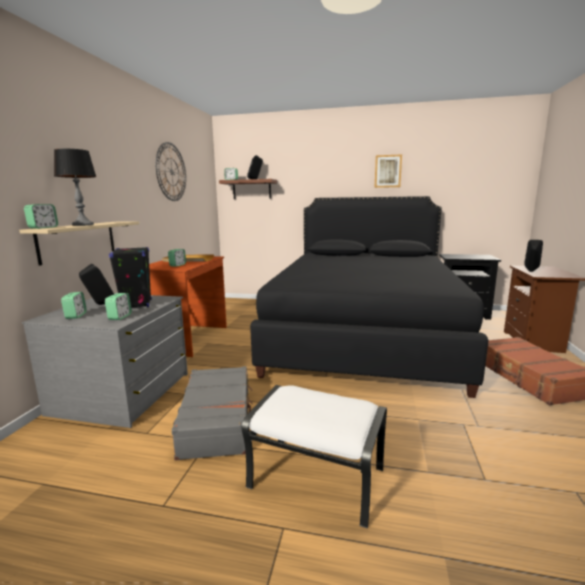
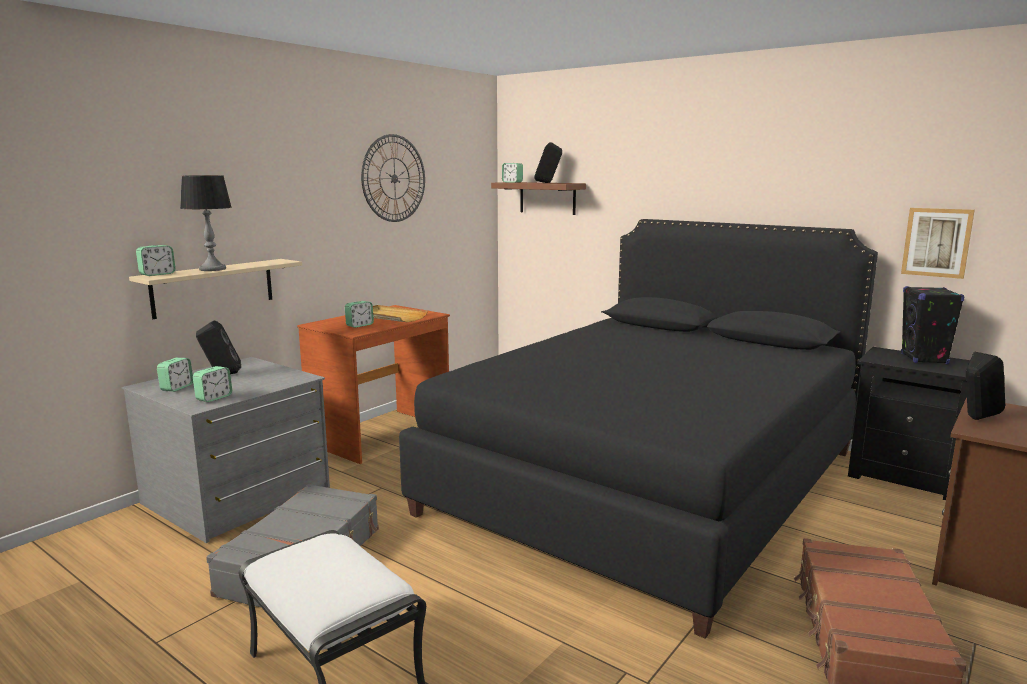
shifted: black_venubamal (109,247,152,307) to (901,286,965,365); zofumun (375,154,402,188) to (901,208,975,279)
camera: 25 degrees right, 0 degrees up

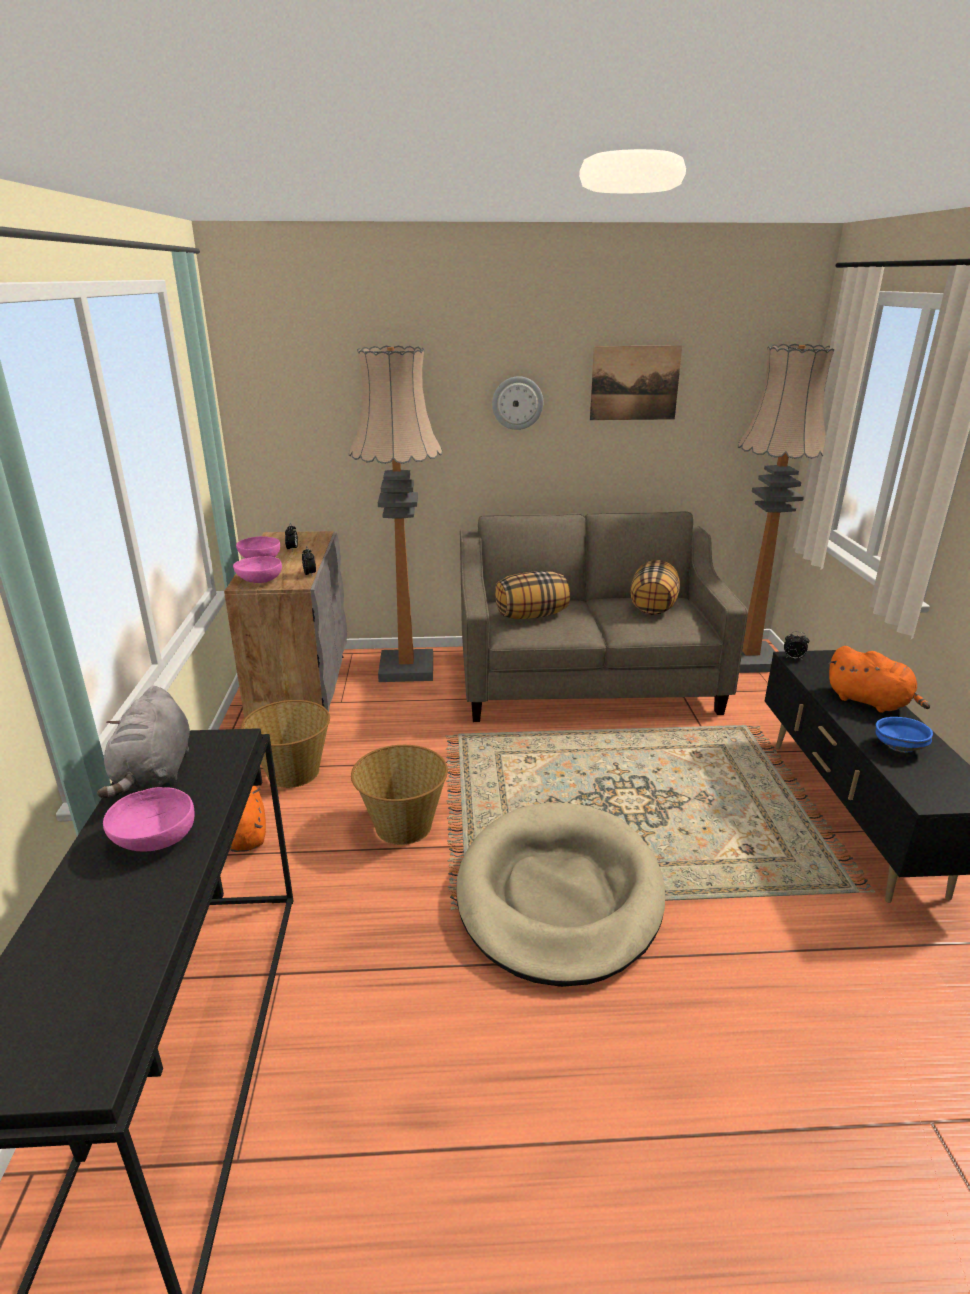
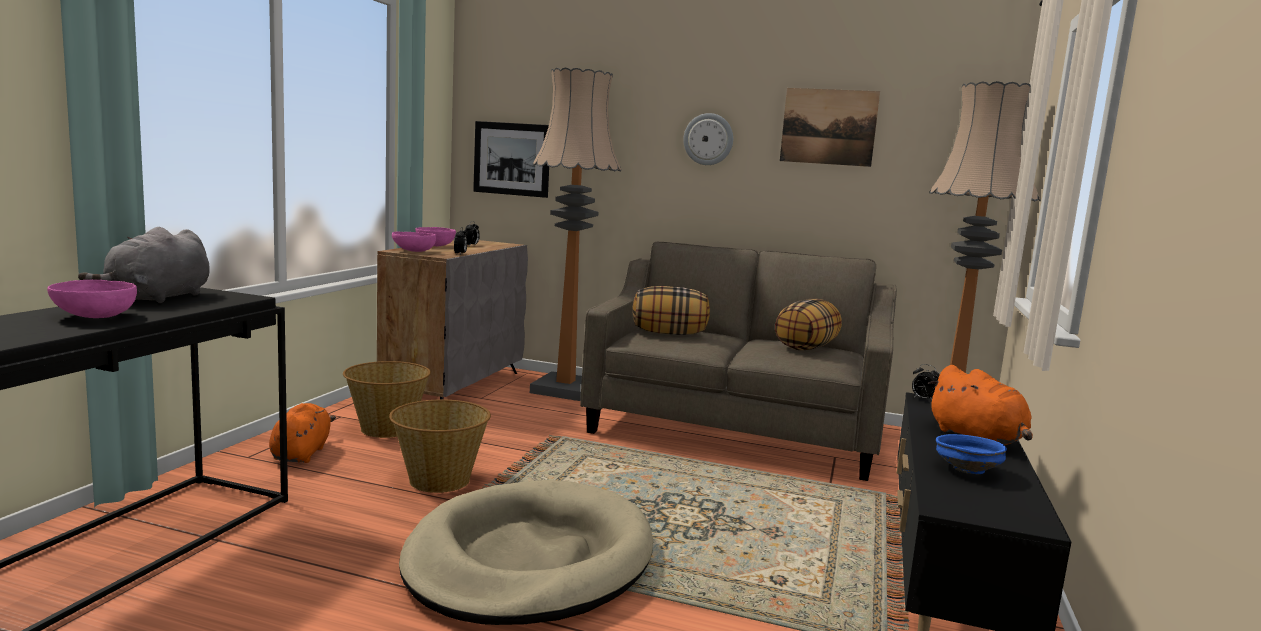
new: zofumun (473,121,549,198)
camera: 20 degrees right, 15 degrees down

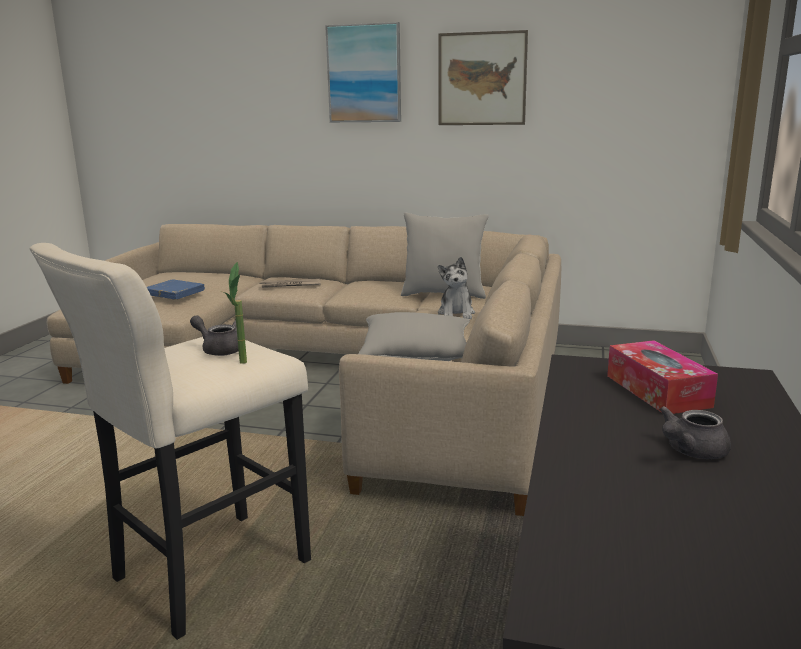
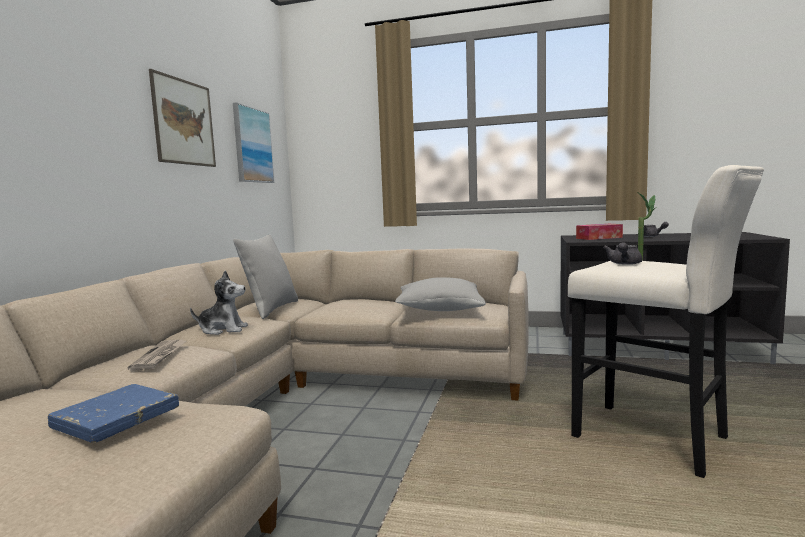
shifted: zofumun (325,22,401,122) to (233,102,275,183); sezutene (438,257,475,319) to (190,271,248,335)
camera: 90 degrees left, 10 degrees down

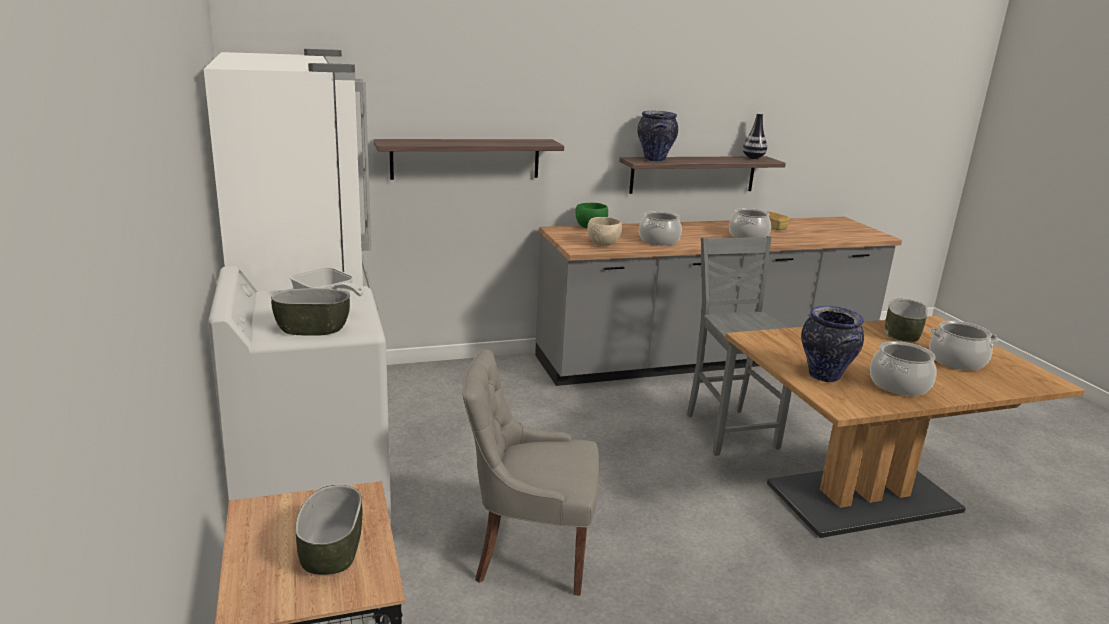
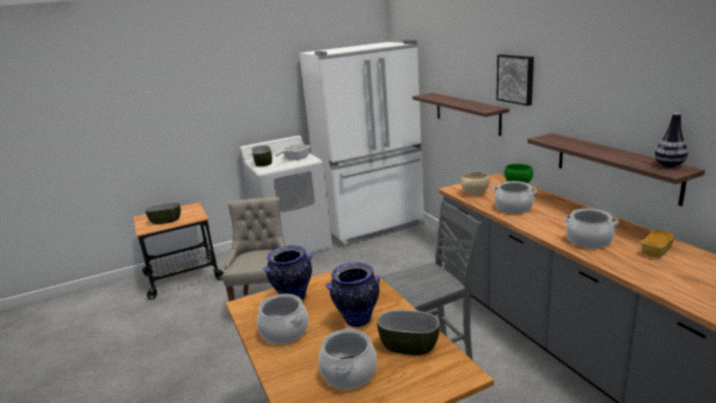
new: zofumun (496,54,534,106)
shifted: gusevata (637,111,678,162) to (326,262,381,327)
camera: 85 degrees right, 0 degrees up

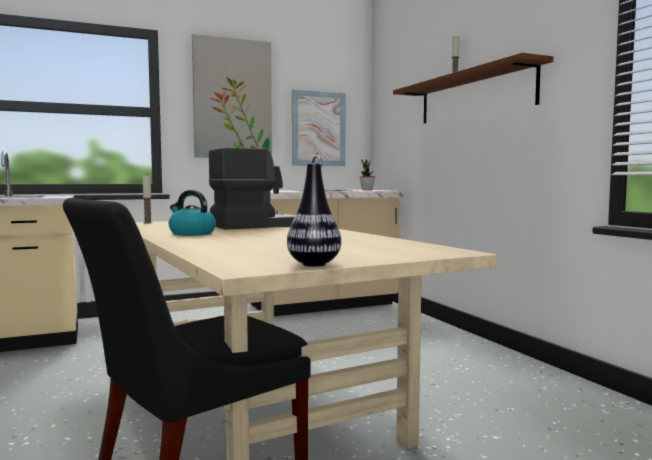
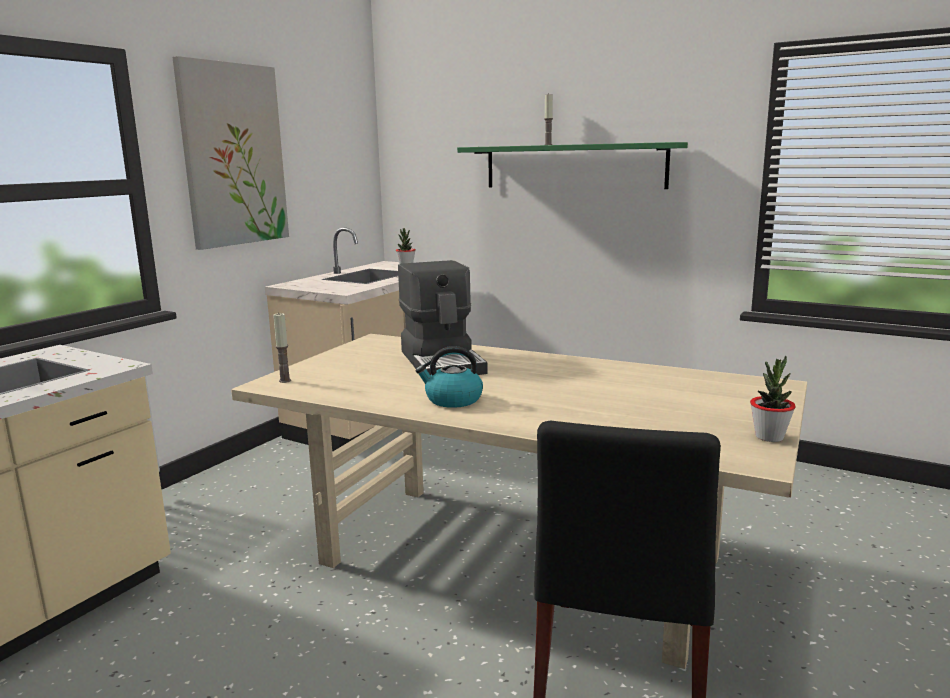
gone: zofumun (292,90,346,166)
swapped: gusevata (287,163,341,266) to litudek (750,356,796,442)
repainted: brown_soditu (393,53,553,124) to green_soditu (457,142,688,189)
rotated: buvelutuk (209,147,295,229) = (398,260,488,375) 135 degrees clockwise
camera: 35 degrees left, 10 degrees up

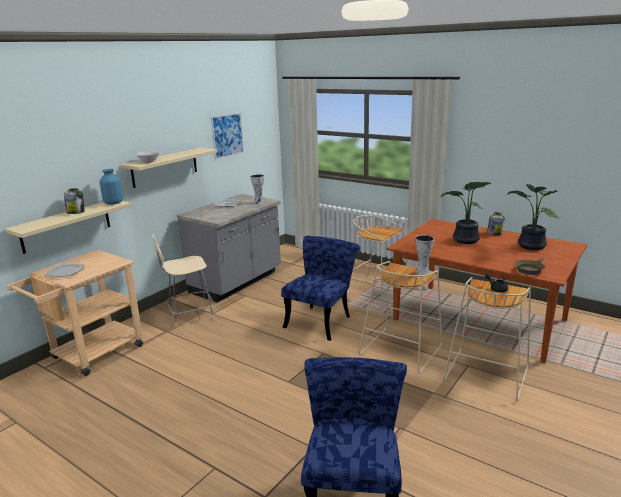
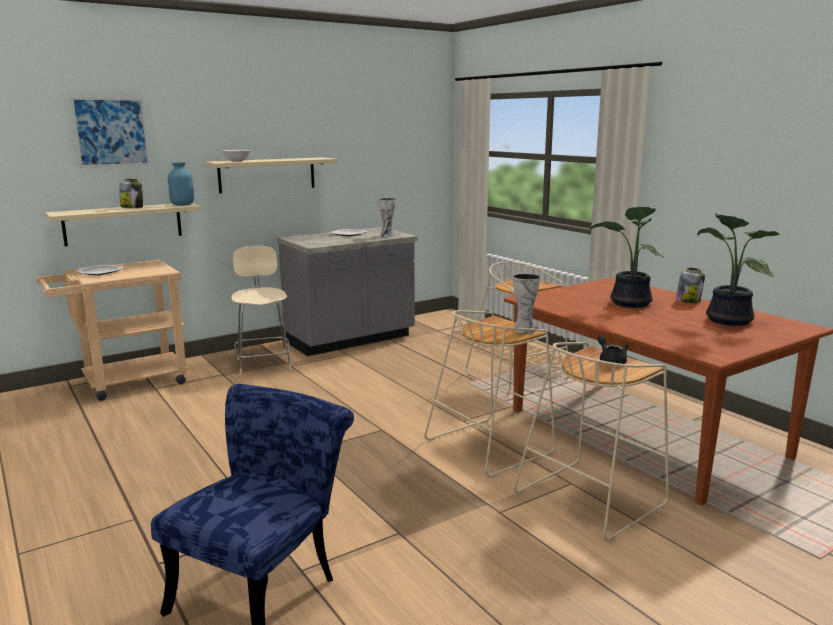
gone: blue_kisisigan (281,236,361,341); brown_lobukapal (514,258,545,275)
shifted: zofumun (211,112,244,160) to (70,97,150,168)
rotated: beige_kisisigan (153,233,214,327) = (231,246,292,376) 75 degrees clockwise
camera: 20 degrees right, 5 degrees down

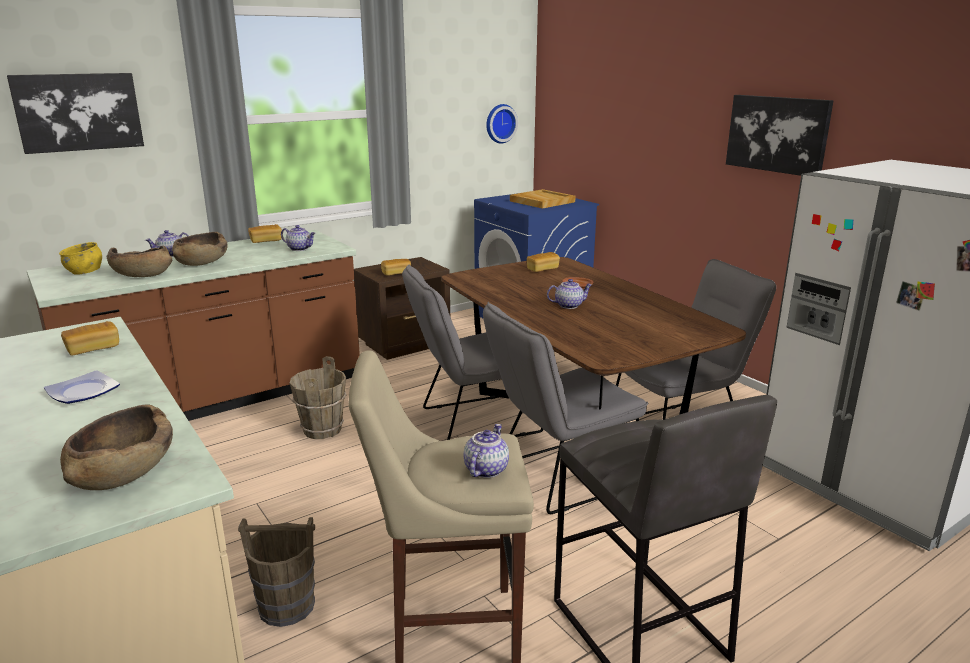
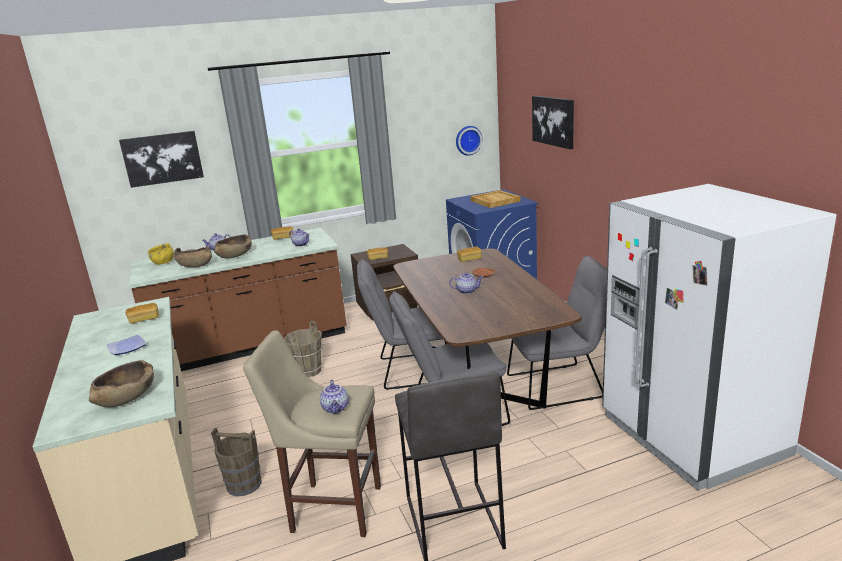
shifted: zofumun (726,95,833,176) to (532,96,574,149)
rotated: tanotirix (464,424,509,478) = (320,380,349,413) 135 degrees clockwise
camera: 15 degrees right, 0 degrees up

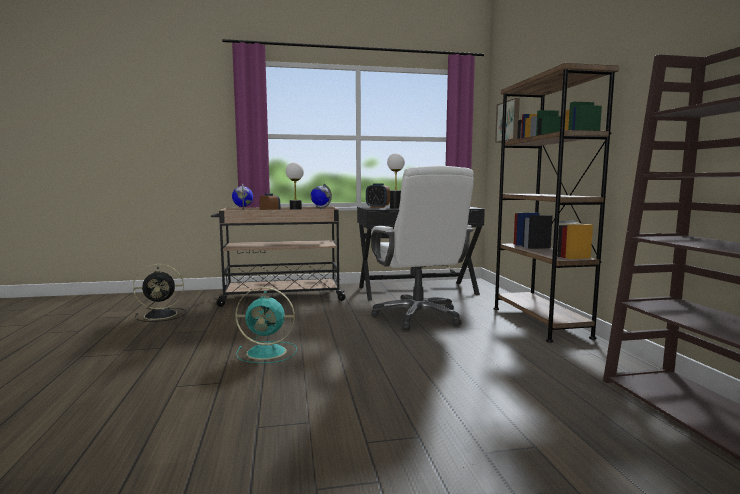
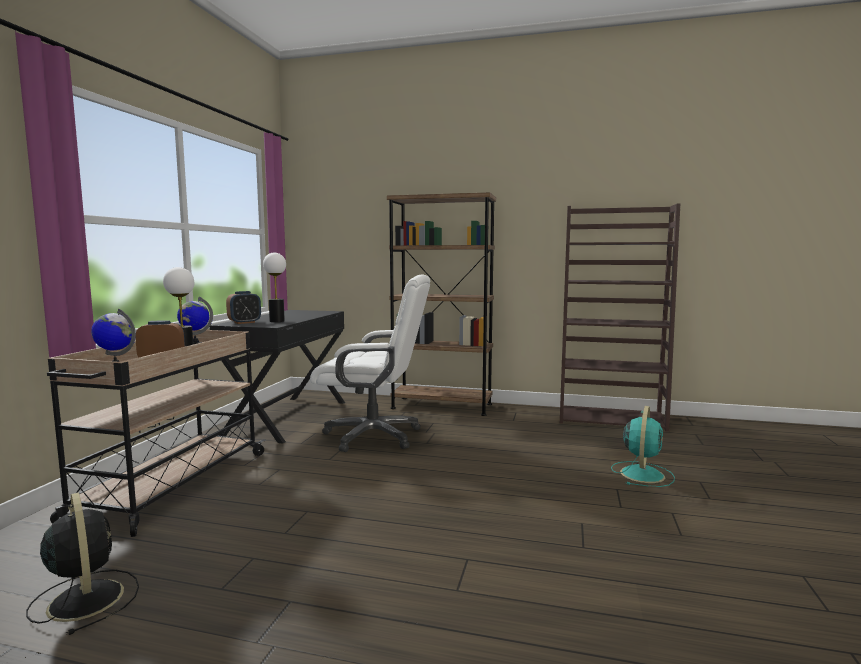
gone: zofumun (495,98,520,143)
shifted: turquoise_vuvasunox (235,287,297,363) to (611,406,675,487)
rotated: black_vuvasunox (133,264,186,322) = (26,493,139,635) 45 degrees counterclockwise
camera: 65 degrees left, 0 degrees up

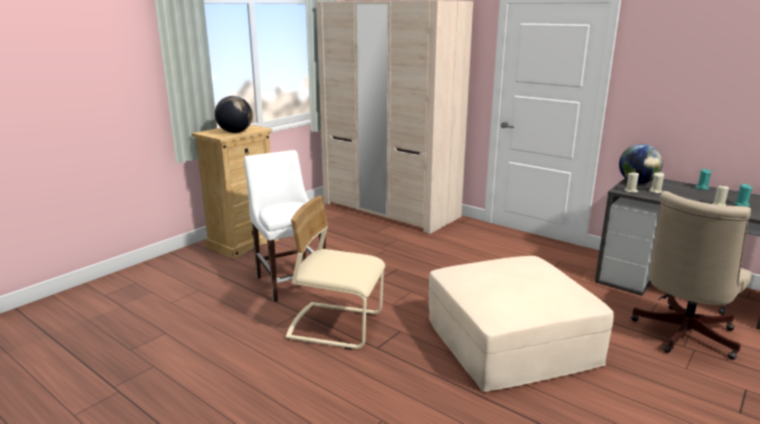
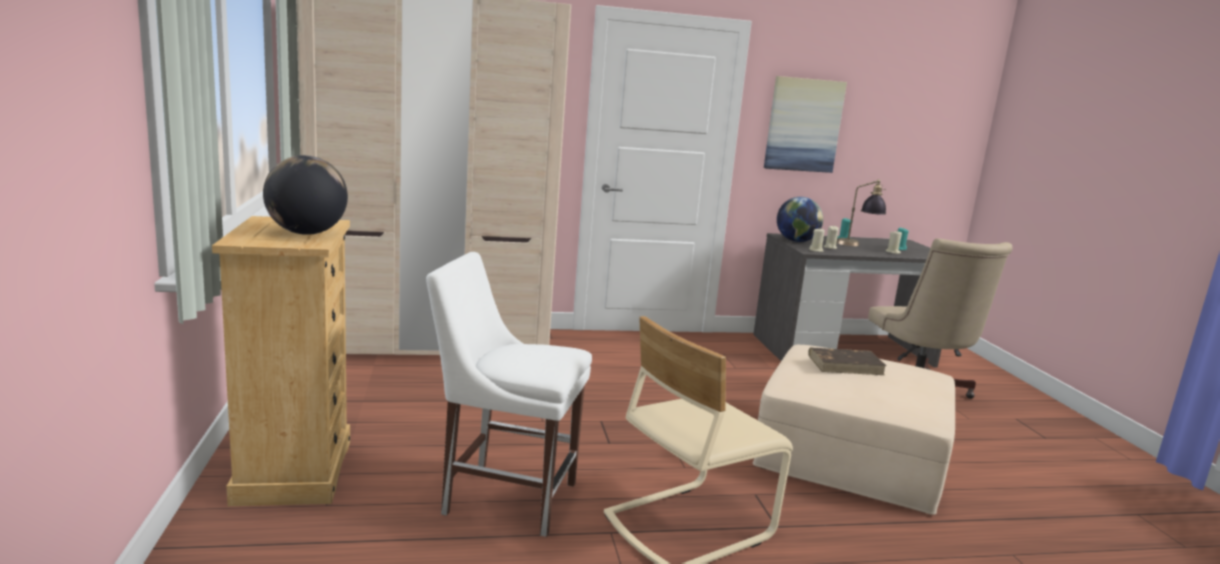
new: zofumun (764,76,847,173); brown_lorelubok (808,347,886,375); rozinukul (837,179,886,246)
camera: 50 degrees left, 5 degrees down

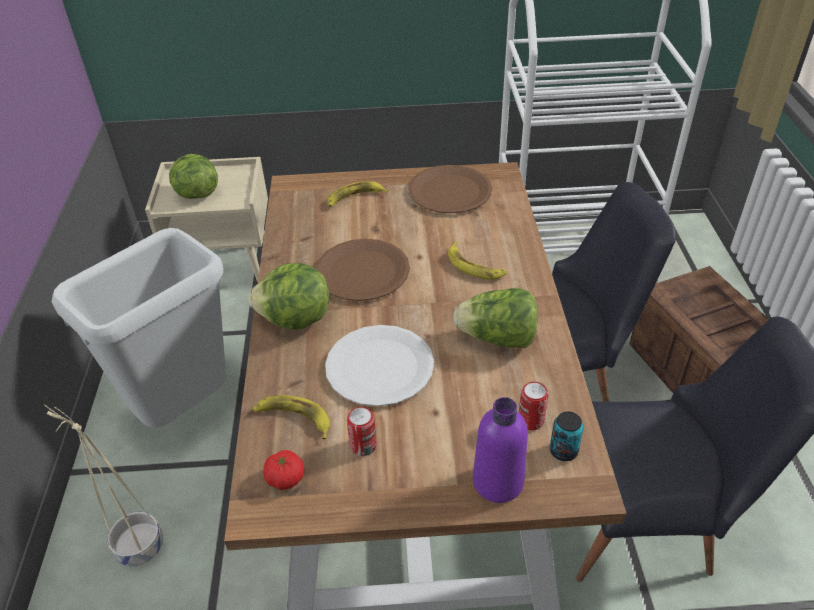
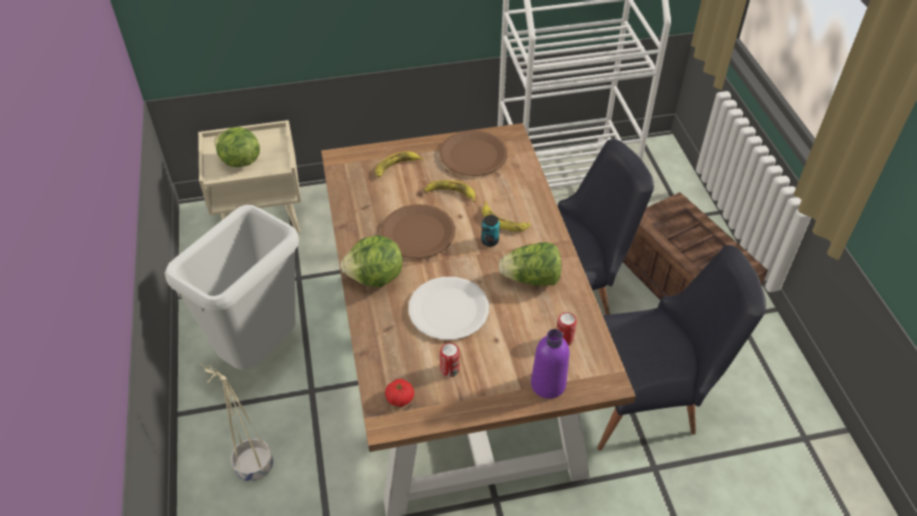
shifted: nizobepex (252,395,330,439) to (424,180,475,202); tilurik (550,411,584,461) to (481,215,500,247)
camera: 10 degrees left, 5 degrees up

